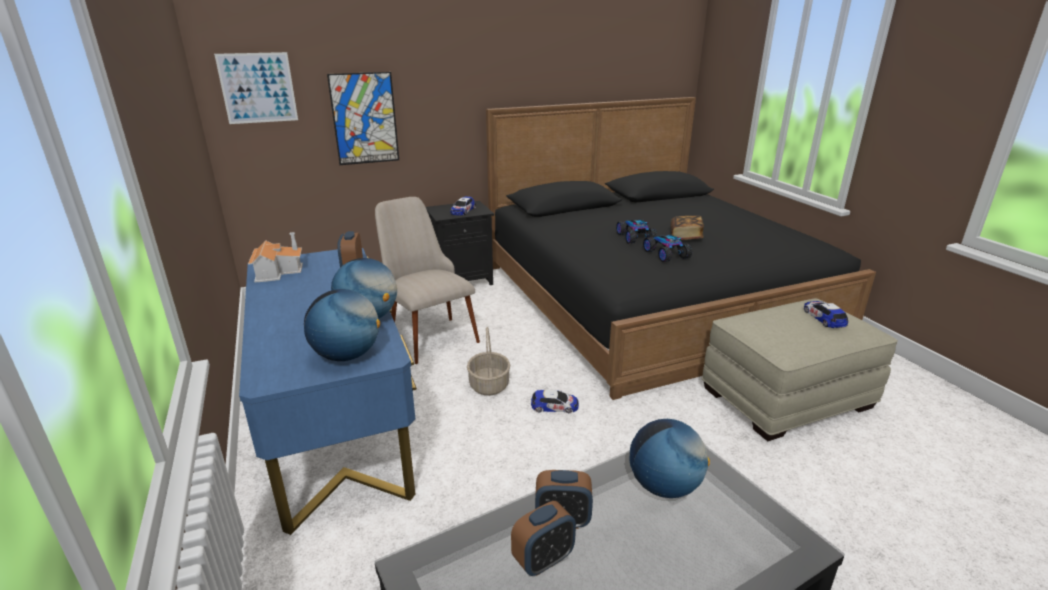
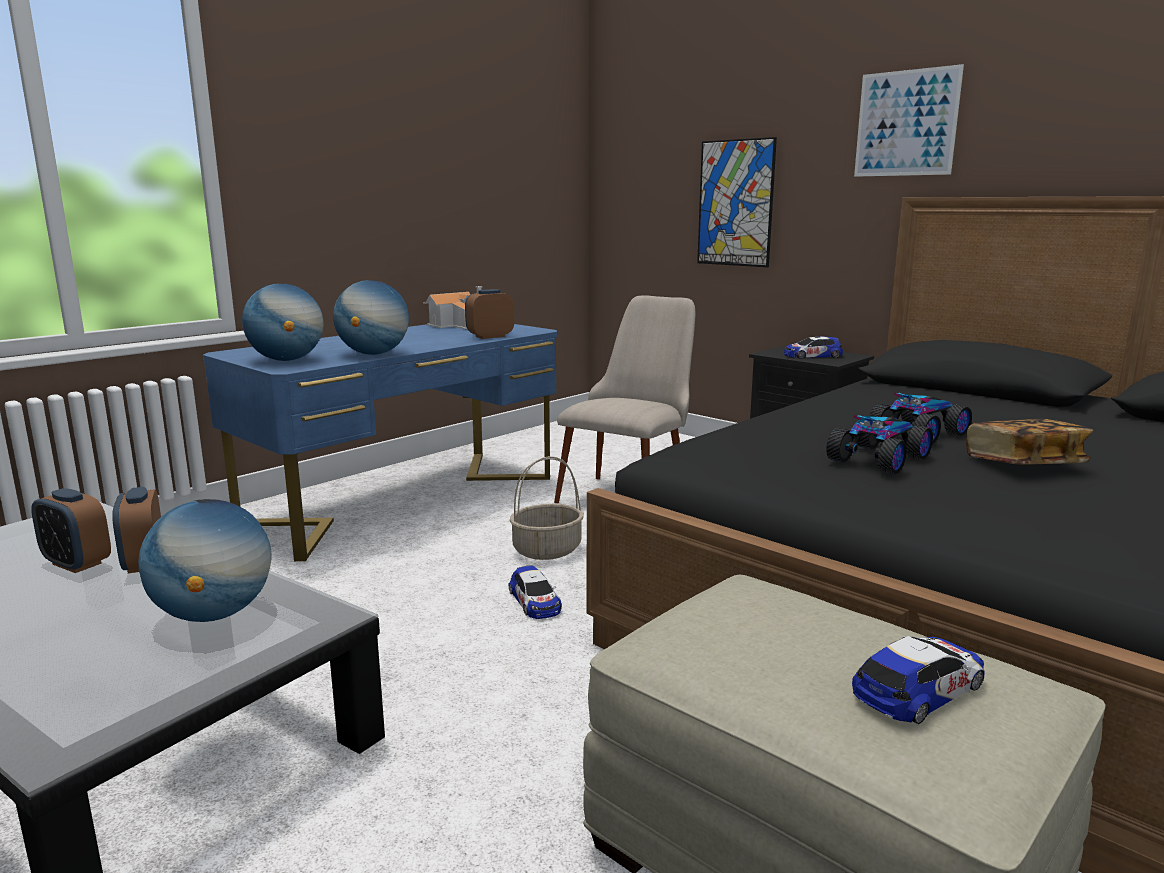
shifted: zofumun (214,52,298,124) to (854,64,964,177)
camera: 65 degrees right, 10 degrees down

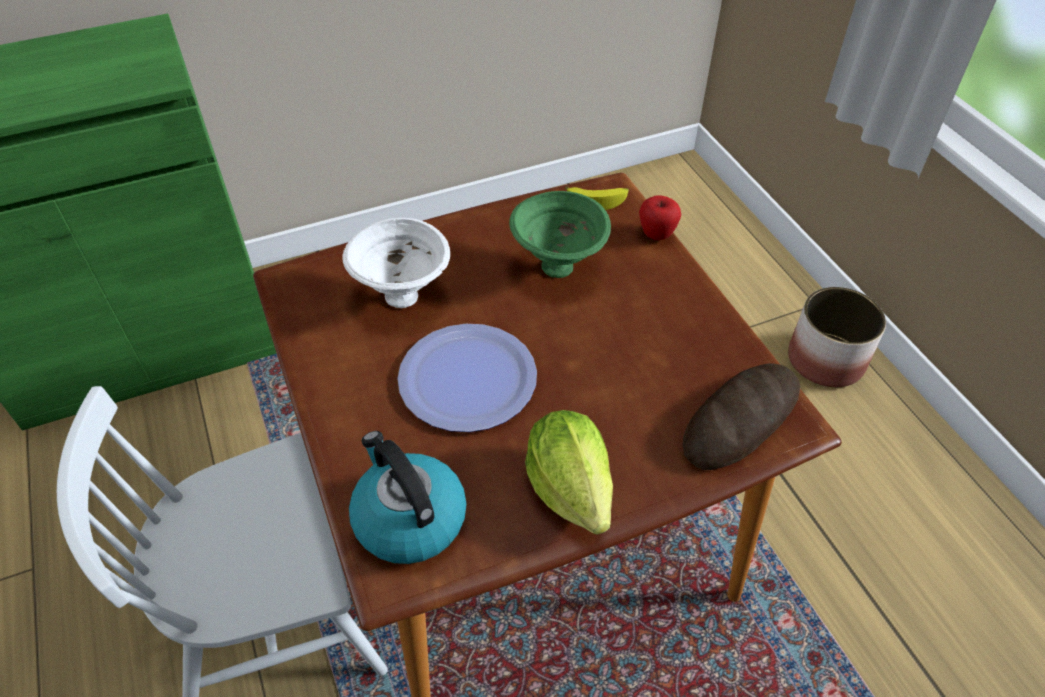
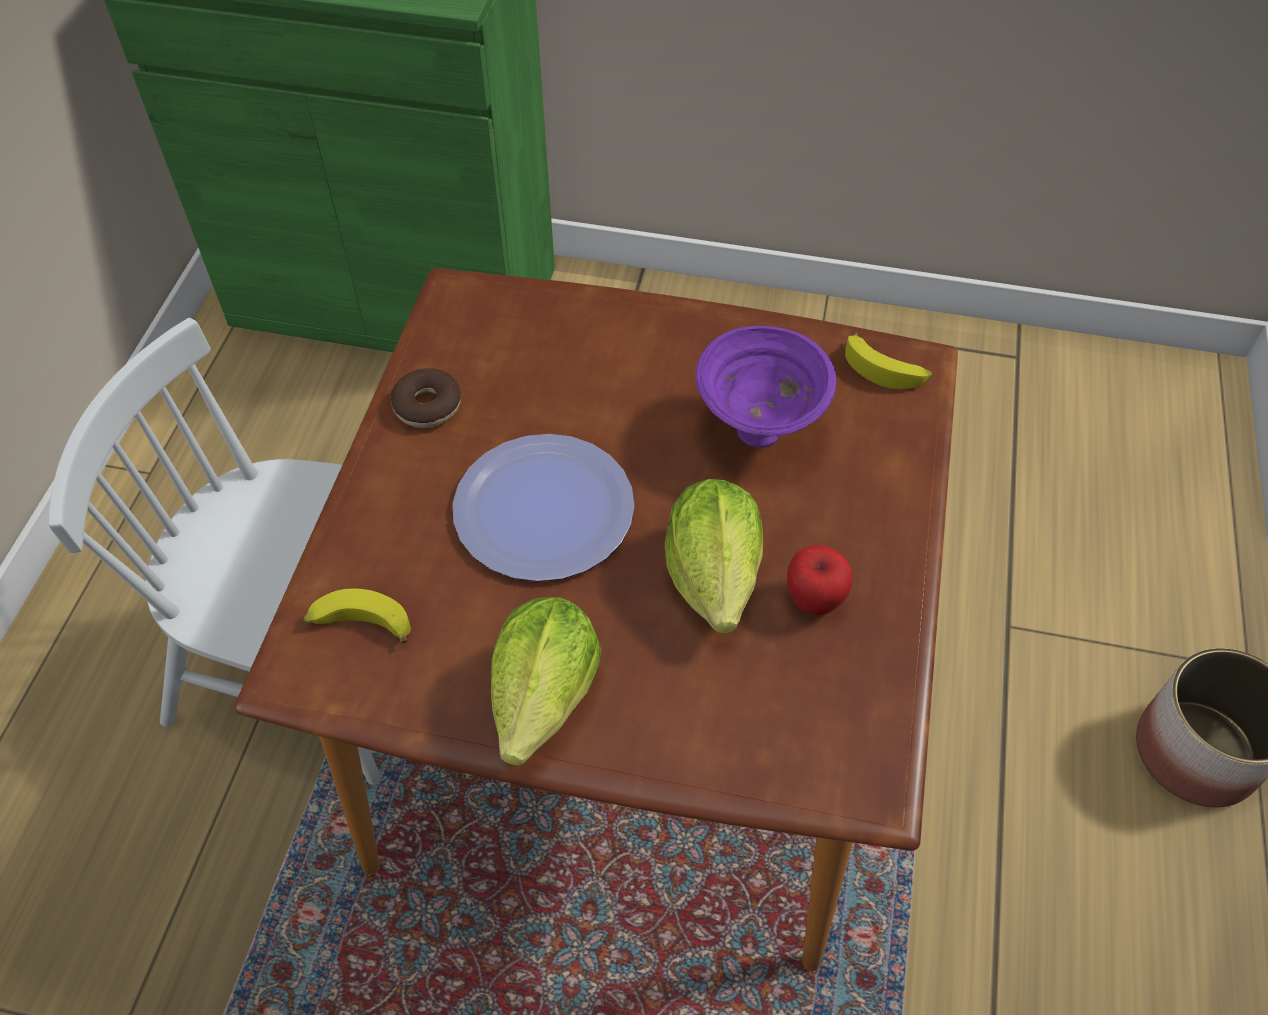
gone: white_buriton (343,218,450,308); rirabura (683,364,800,470)
new: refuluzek (391,368,461,428); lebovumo (665,479,763,633)
shifted: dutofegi (639,195,681,240) to (787,545,853,616)
swapped: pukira (349,431,467,564) to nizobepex (303,589,411,643)
repainted: green_buriton (509,191,611,278) to purple_buriton (695,326,836,448)
camera: 35 degrees right, 5 degrees up

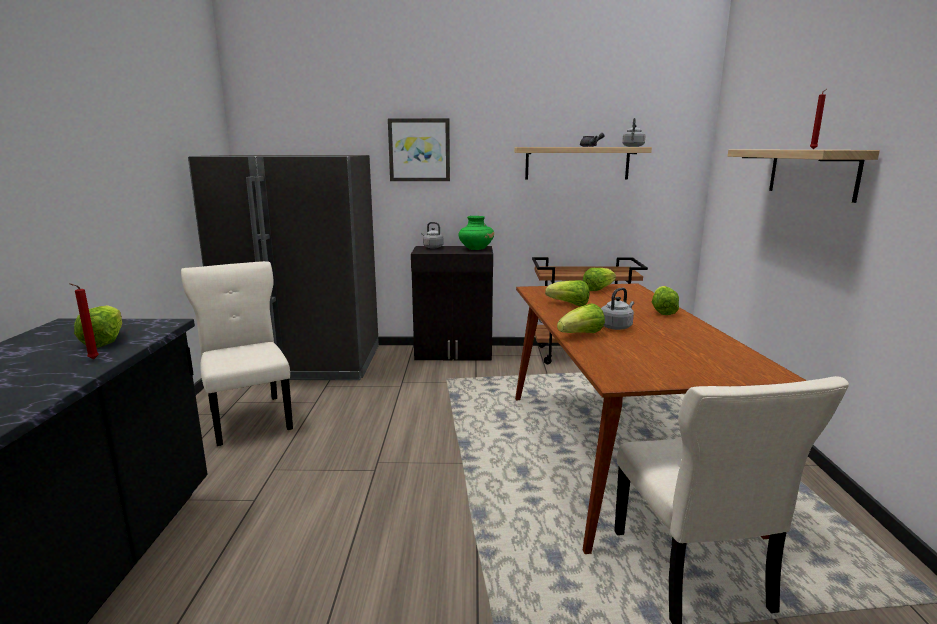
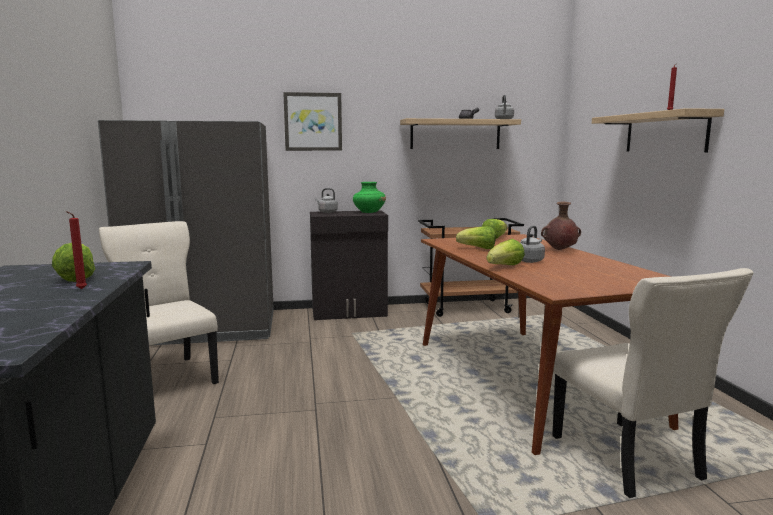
swapped: lebovumo (652,286,679,315) to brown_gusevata (541,202,581,250)
camera: 10 degrees left, 5 degrees down

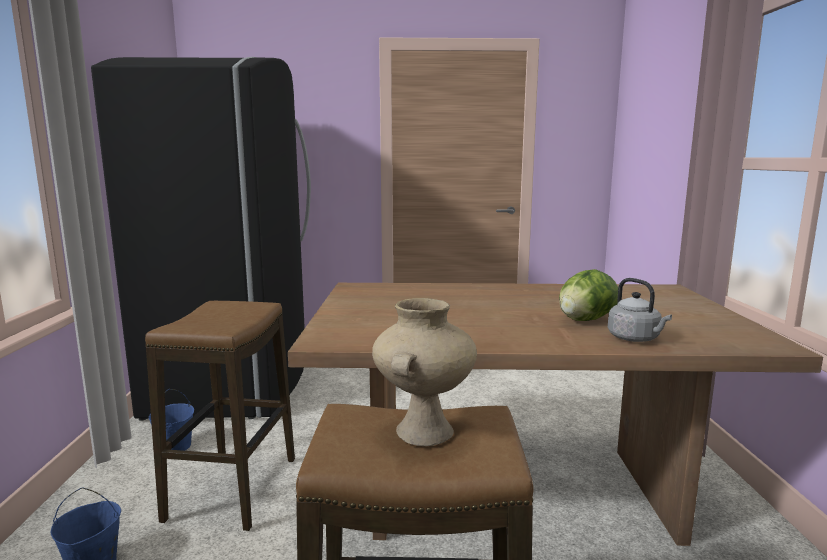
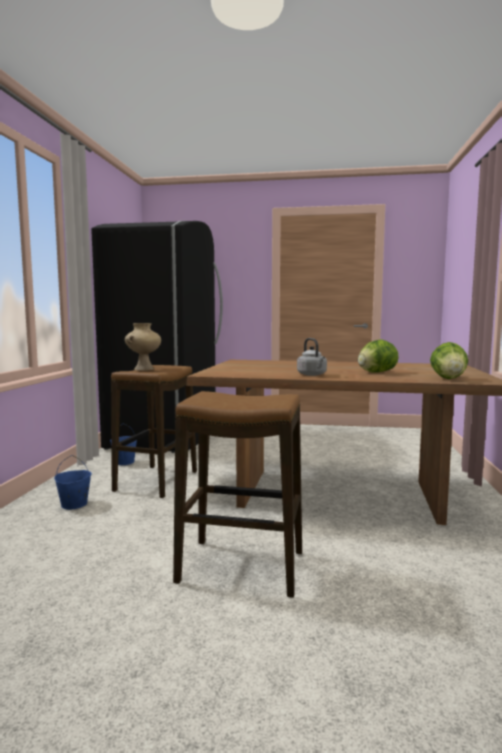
new: lebovumo (430,342,468,379)
shifted: beige_gusevata (372,298,477,446) to (125,323,161,371); grey_pukira (608,278,672,342) to (297,338,327,376)
camera: 10 degrees right, 5 degrees down

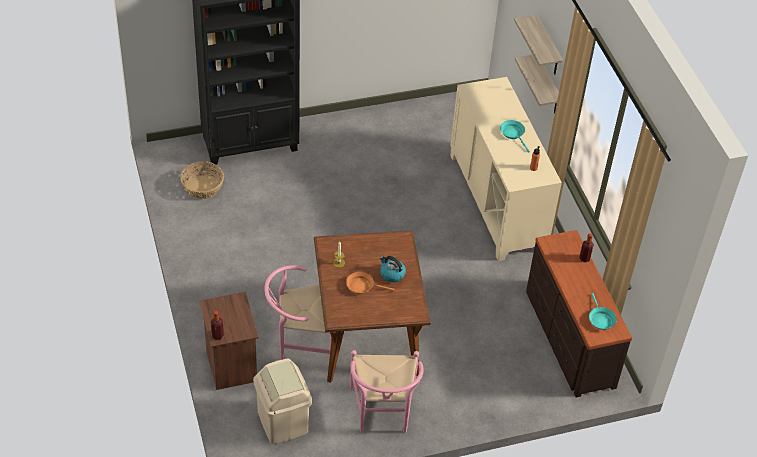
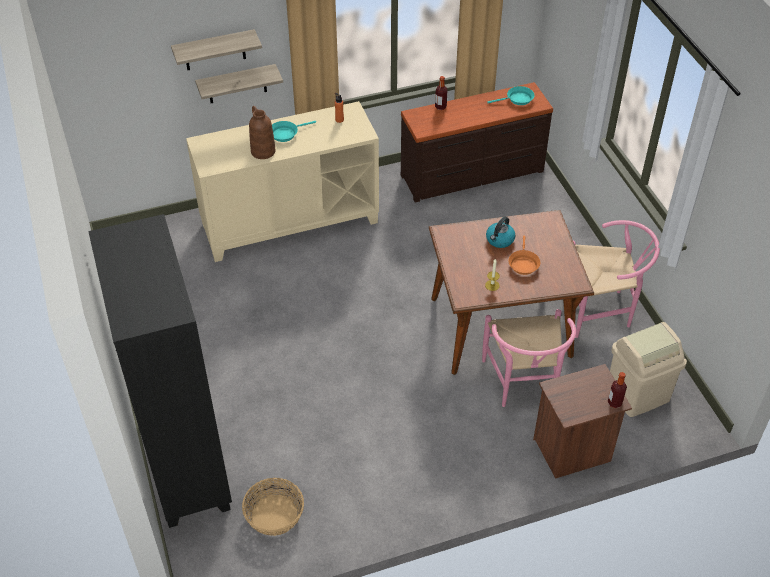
new: brown_gusevata (249,106,275,159)
camera: 90 degrees left, 0 degrees up

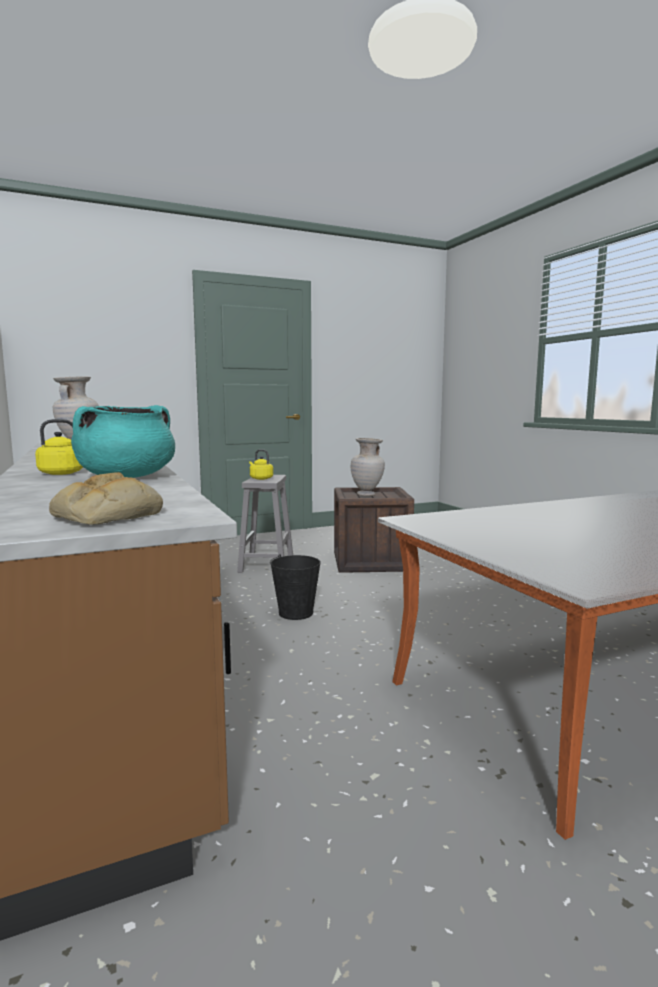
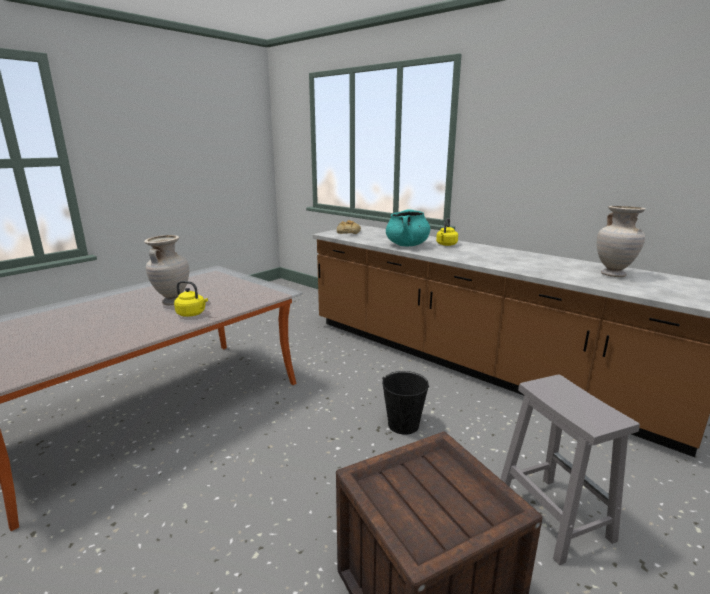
shifted: yellow_pukira (249,449,273,480) to (174,281,208,317); beige_gusevata (351,438,385,496) to (144,235,189,305)
camera: 155 degrees right, 10 degrees up

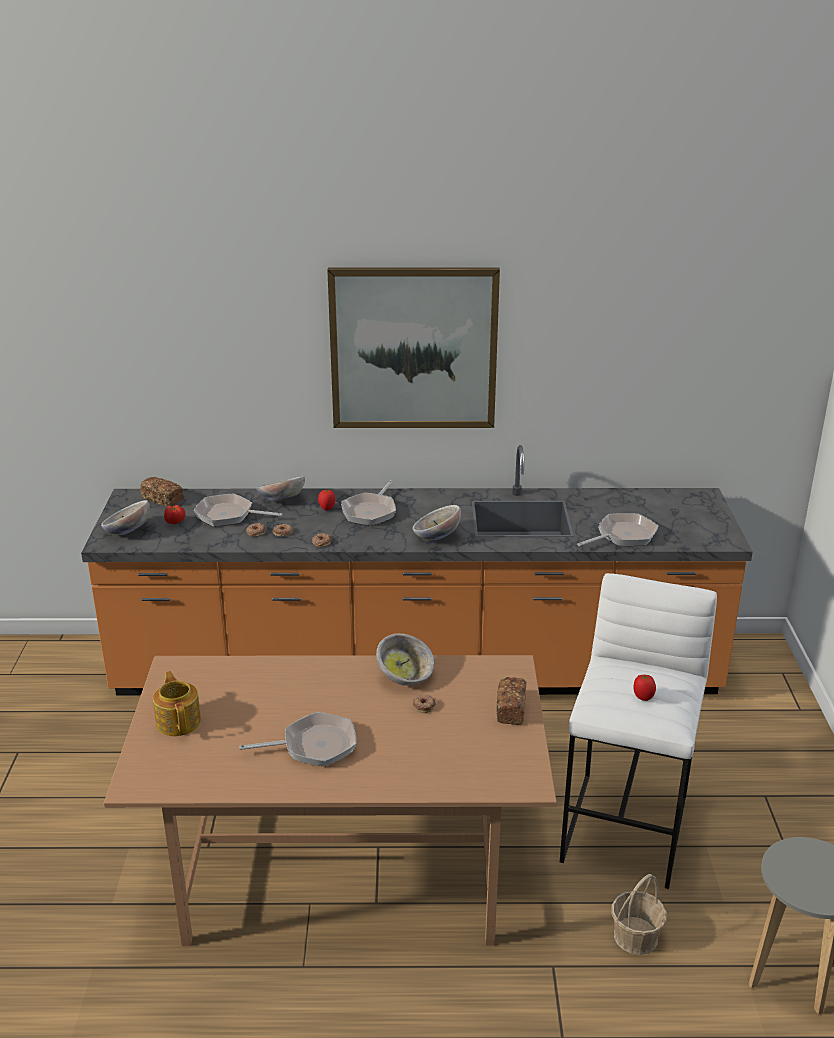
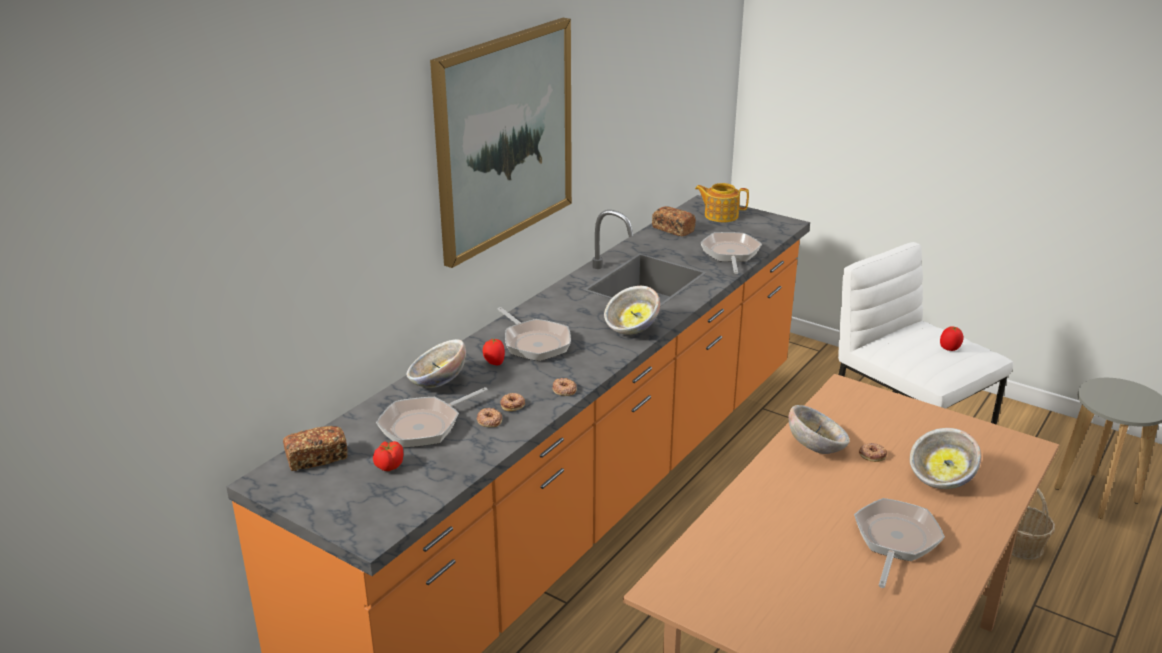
shifted: buriton (101,500,150,535) to (910,428,981,489); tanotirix (153,671,201,736) to (695,183,749,222); rirabura (497,677,526,725) to (652,206,696,236)
camera: 55 degrees left, 0 degrees up

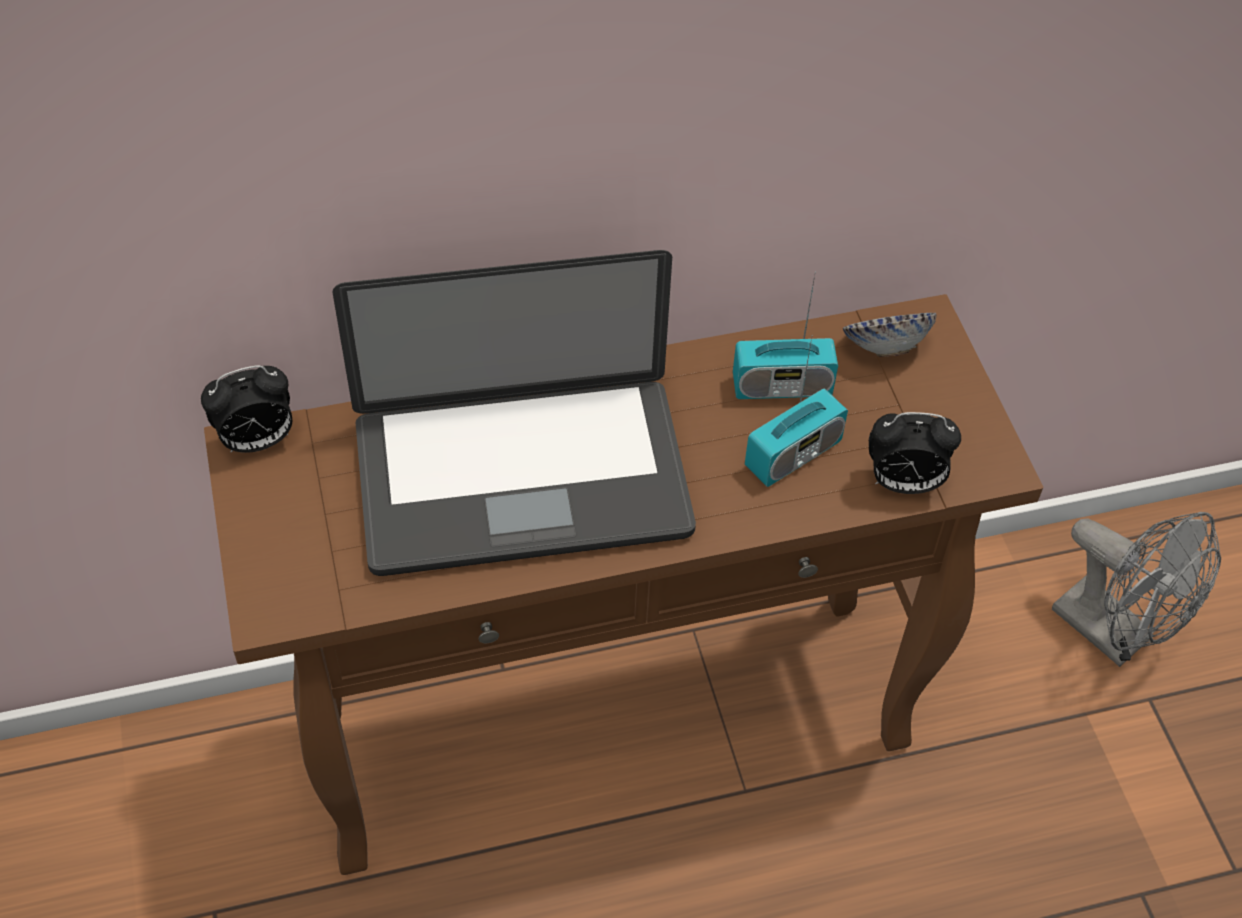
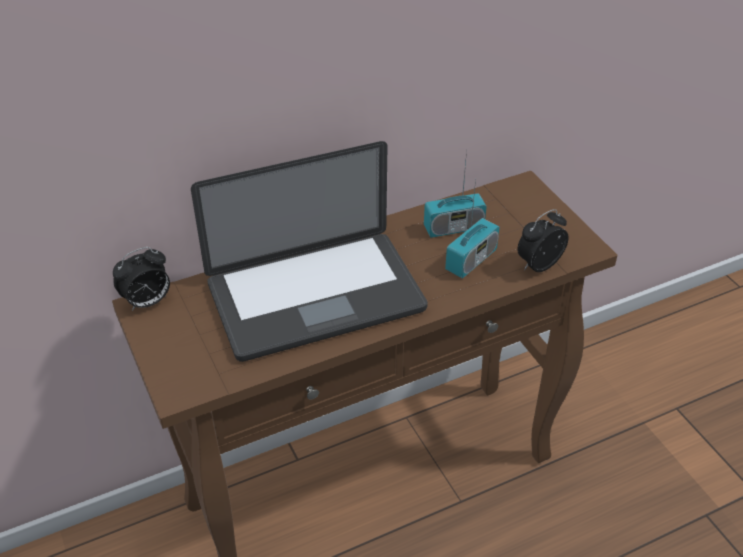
gone: buriton (843,313,937,357); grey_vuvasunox (1052,512,1221,667)
rotated: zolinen (869,412,961,494) = (517,209,569,272) 150 degrees clockwise
camera: 10 degrees left, 10 degrees down

